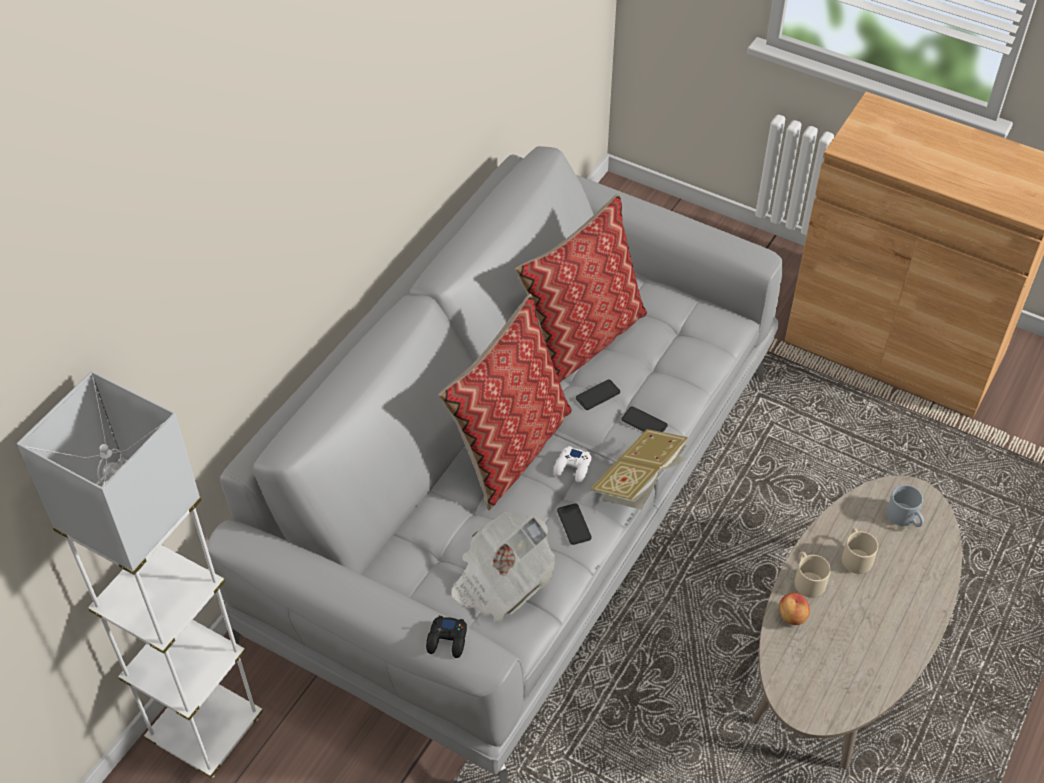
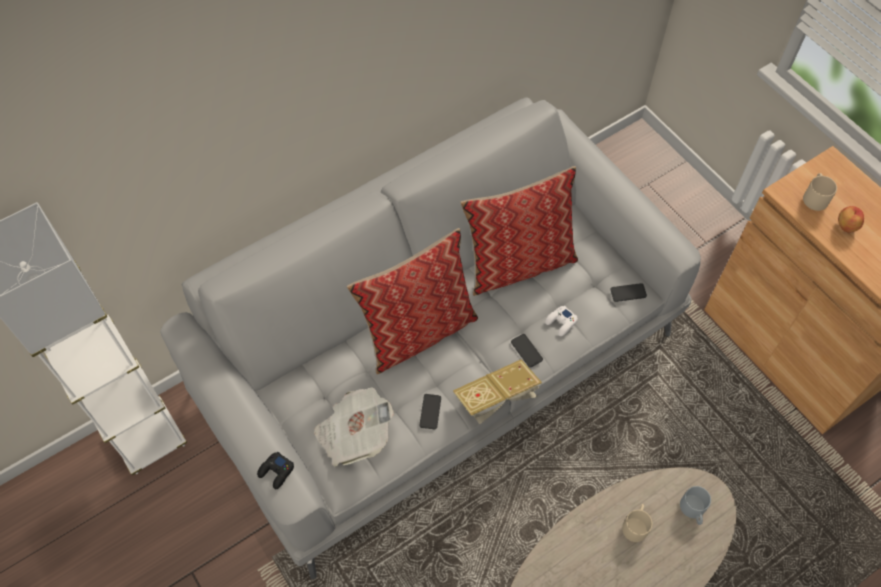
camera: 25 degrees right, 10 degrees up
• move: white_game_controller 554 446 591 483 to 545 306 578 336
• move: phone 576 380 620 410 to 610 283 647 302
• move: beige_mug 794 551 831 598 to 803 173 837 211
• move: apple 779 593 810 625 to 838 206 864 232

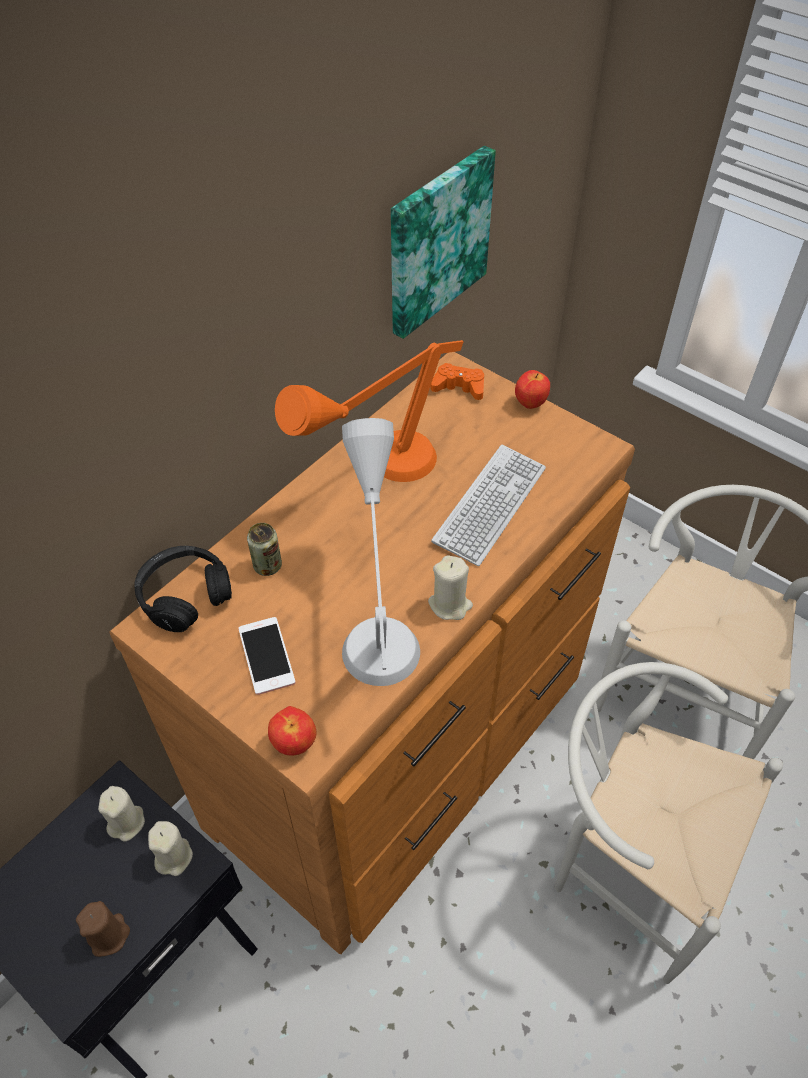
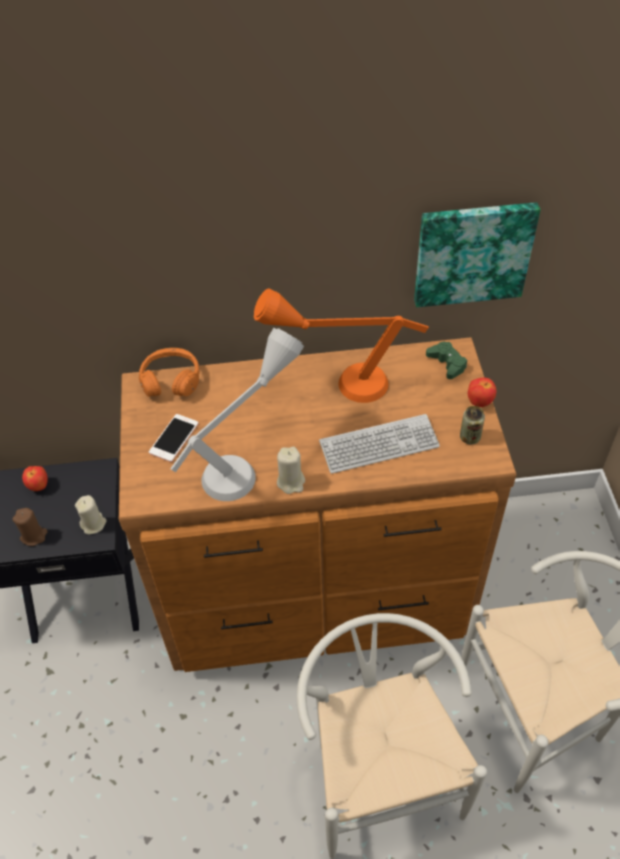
camera: 45 degrees right, 0 degrees up
• move: apple 268 706 317 756 to 22 466 48 491
• recolor: black_headphones 134 546 232 632 to orange_headphones 139 348 199 397
• recolor: orange_game_controller 430 363 484 400 to green_game_controller 426 342 467 379
• move: can 247 523 282 576 to 460 406 485 445
• delete: beige_candle 98 786 145 841

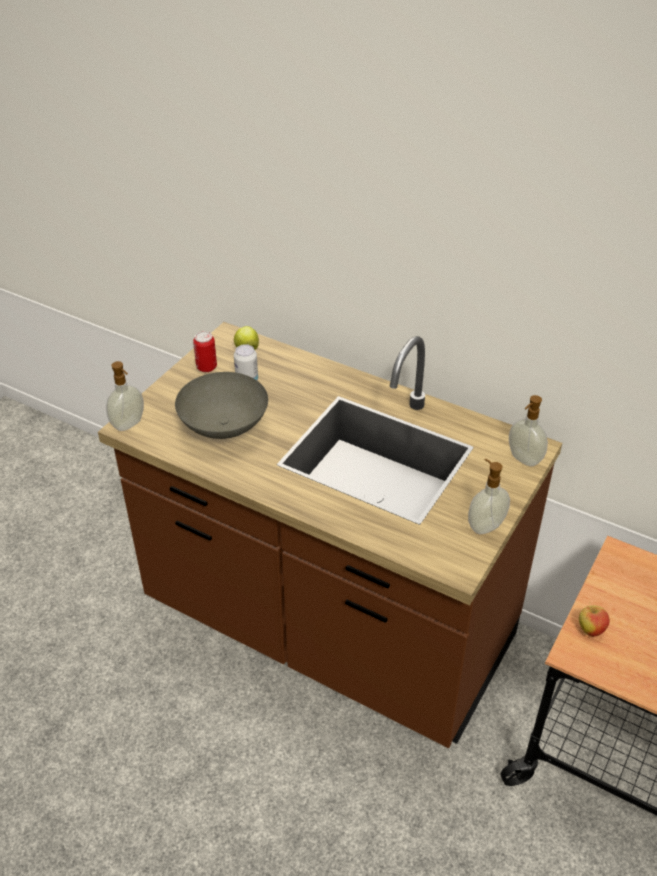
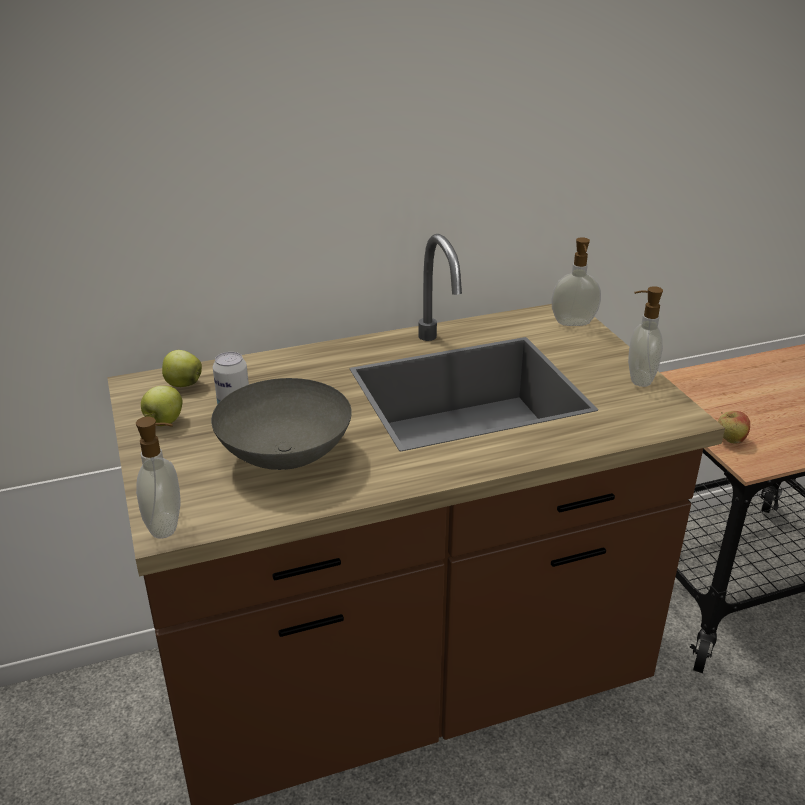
camera: 50 degrees left, 10 degrees down
• replace: can 193 331 217 372 to apple 141 386 183 426

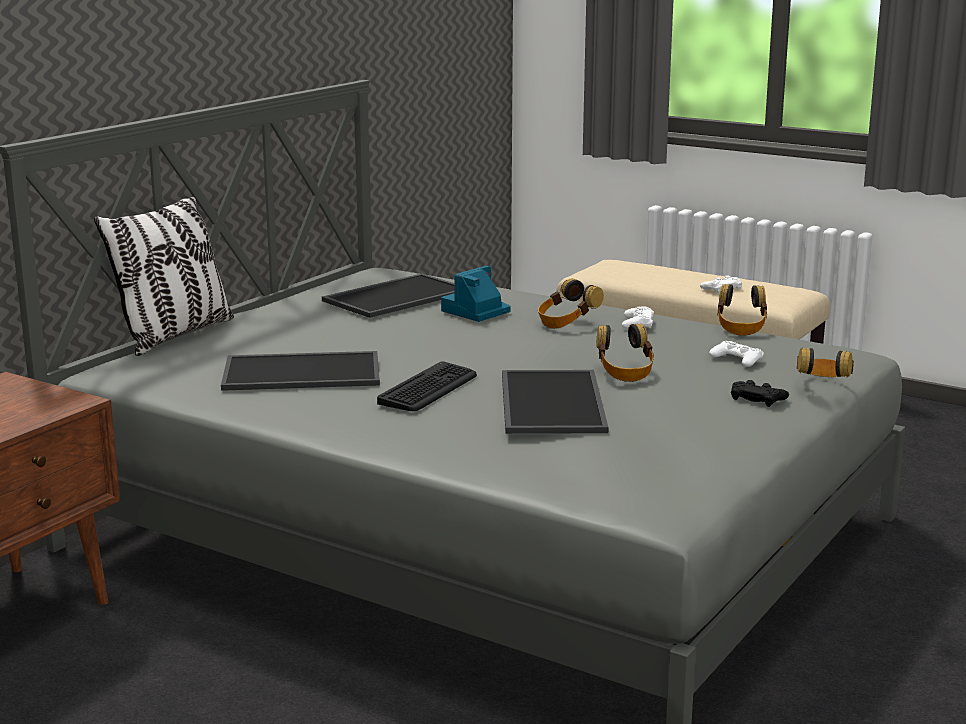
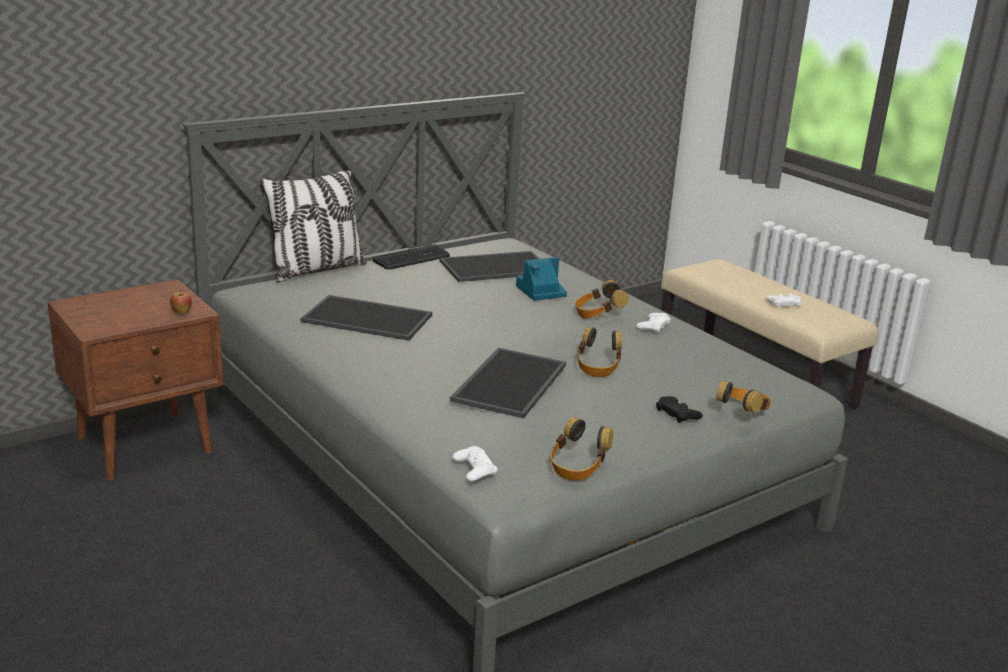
camera: 20 degrees right, 5 degrees up
• insert: apple 170 291 192 314
• move: keyboard 377 361 477 411 to 373 244 450 269
• move: white_game_controller 709 341 764 367 to 453 446 497 481
• move: headphones 717 284 767 336 to 551 417 613 481

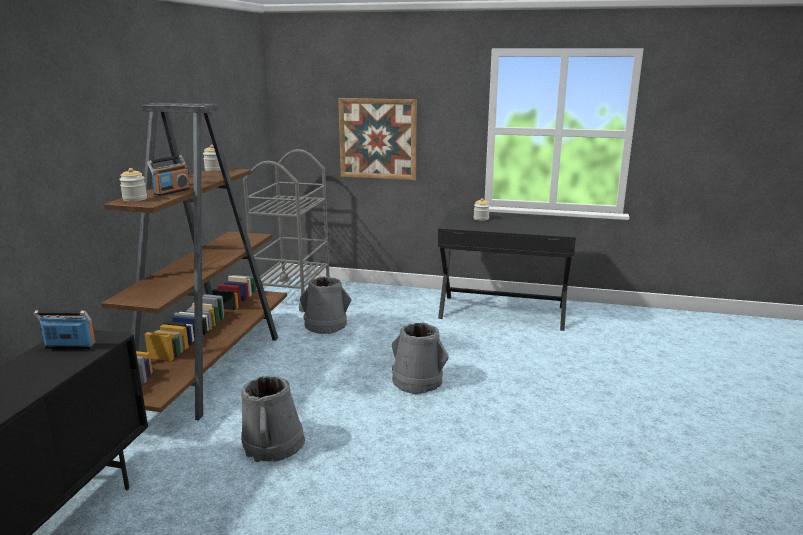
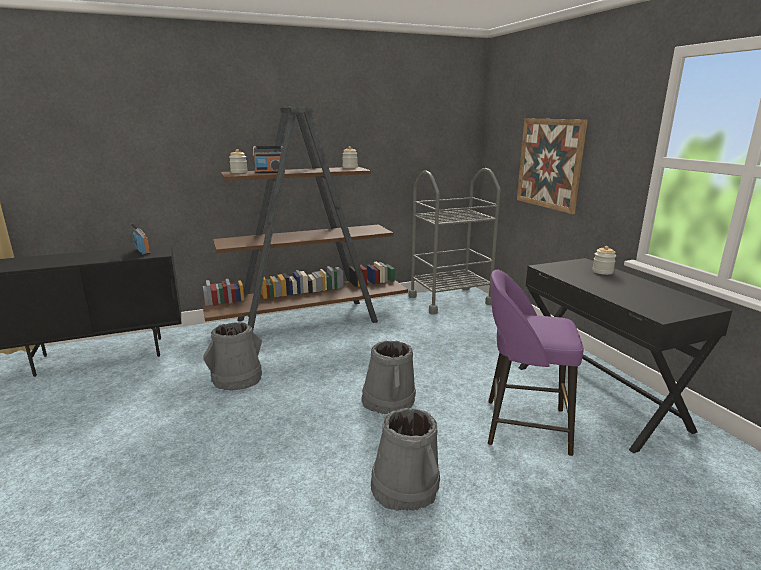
camera: 55 degrees right, 0 degrees up
• move: grey_bucket 300 276 352 334 to 371 408 440 511
• insert: purple_stool 488 270 583 456

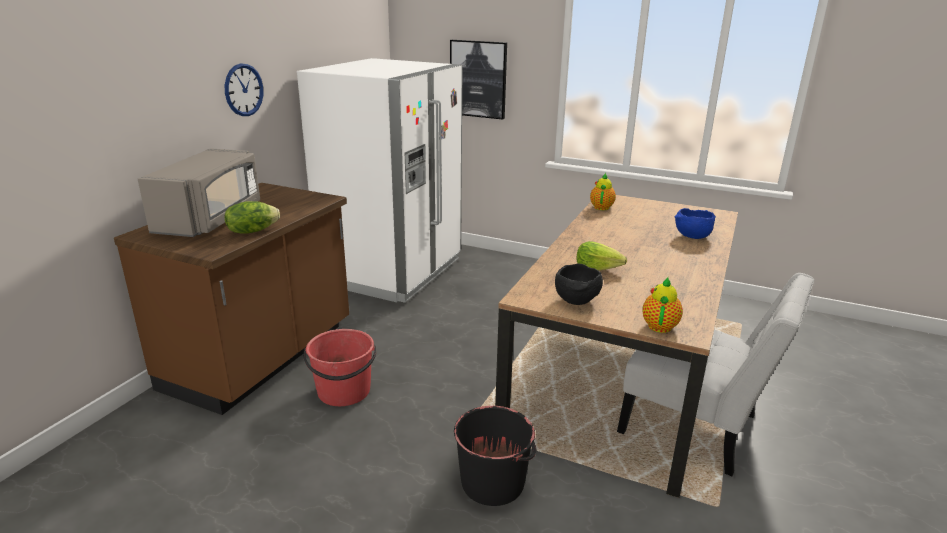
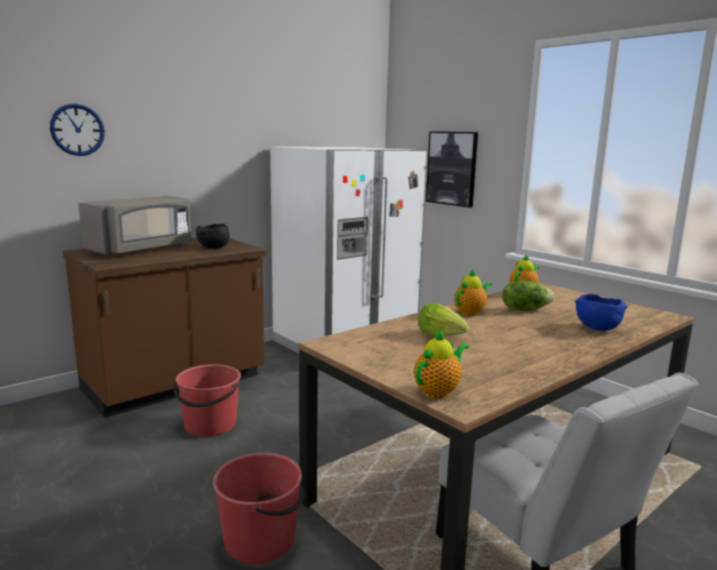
camera: 25 degrees right, 10 degrees down
• move: wall_clock 225 63 263 116 to 50 104 105 156
• move: black_bowl 555 263 603 305 to 196 224 230 249
• recolor: black_bucket 454 406 536 506 to red_bucket 213 453 304 564
• insert: teapot 454 269 492 316
• move: lettuce 224 201 280 234 to 502 280 554 311

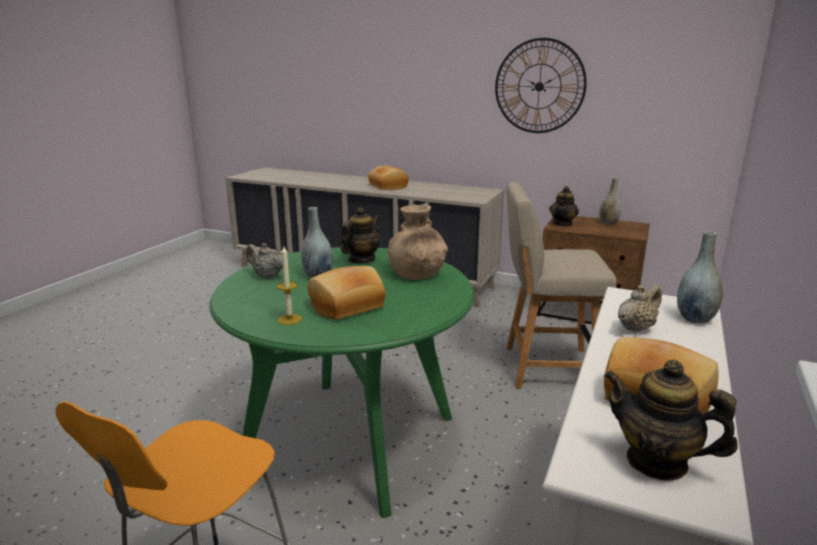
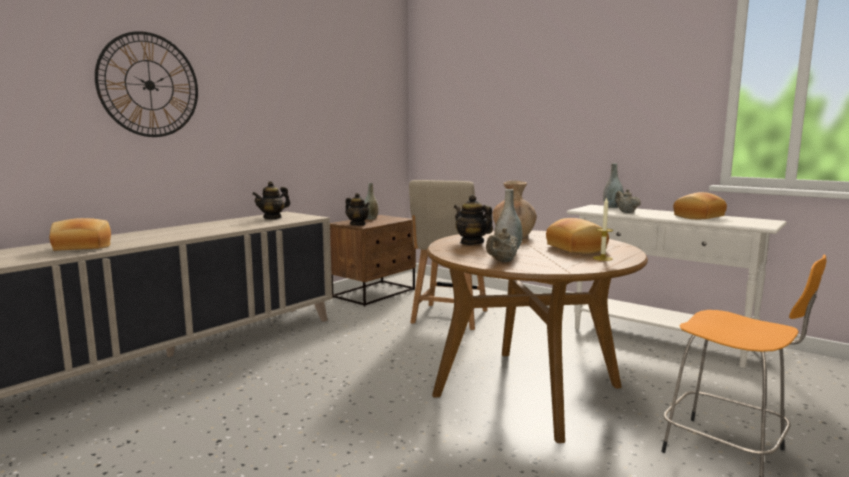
camera: 75 degrees left, 10 degrees down
• move: bread 368 166 409 190 to 50 218 111 251
• move: wall_clock 495 38 587 133 to 95 31 198 137
• move: teapot 604 360 738 481 to 252 181 290 219
• recolor: green_dining_table 210 247 474 518 to brown_dining_table 427 230 648 443

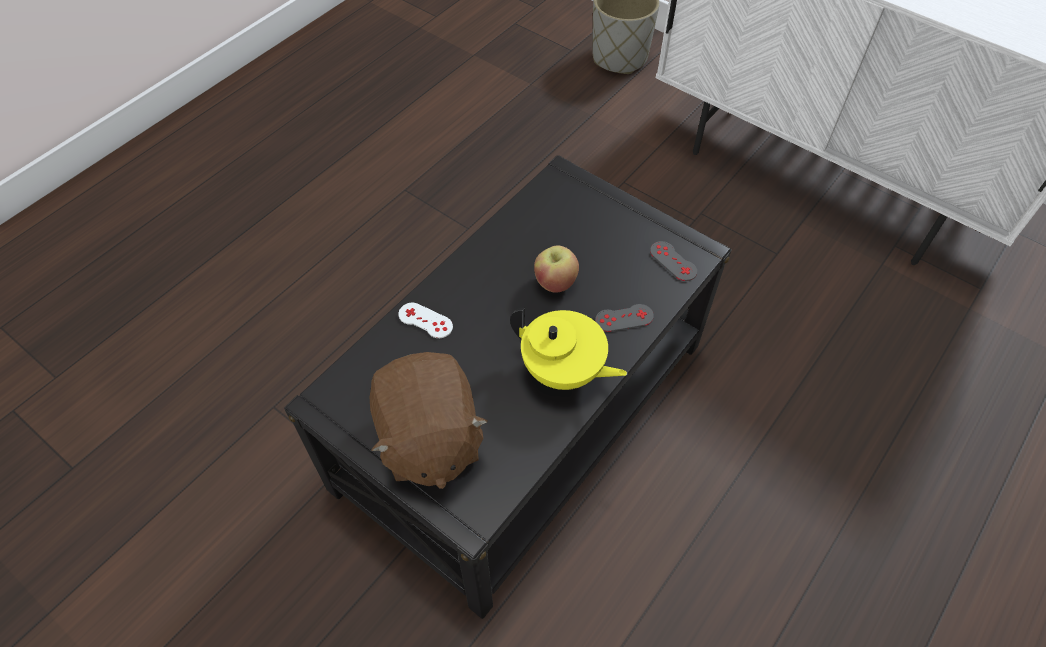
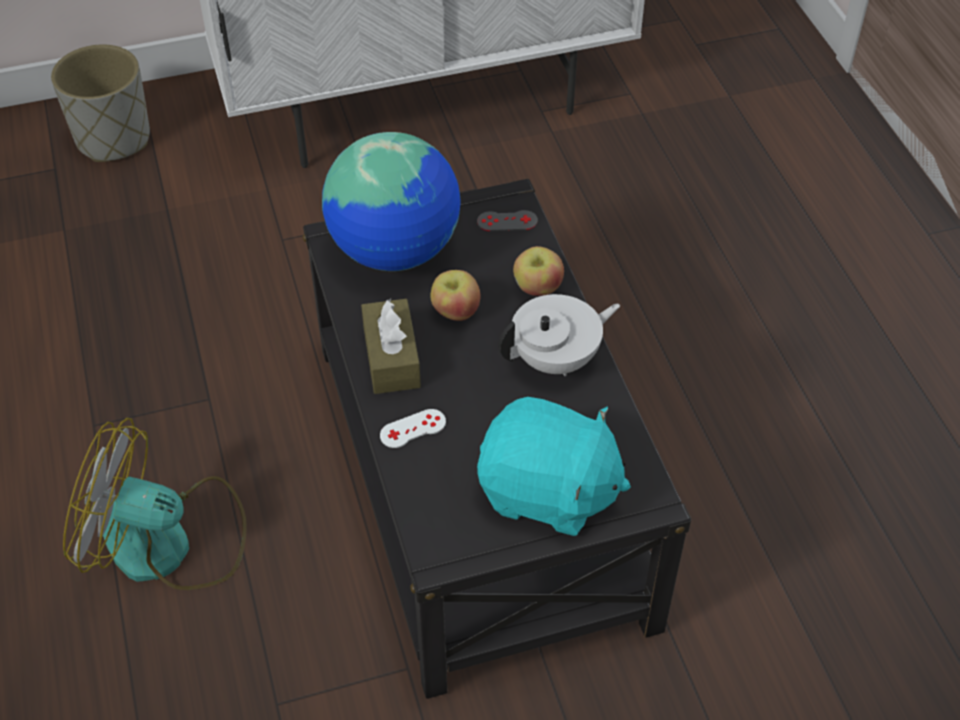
camera: 55 degrees left, 5 degrees down
• insert: fan 63 418 247 590
• insert: globe 322 132 461 271
• insert: brown_tissue_box 361 299 421 394
• recolor: brown_plush_toy 370 352 488 489 to turquoise_plush_toy 477 397 631 536
• recolor: yellow_teapot 510 307 627 390 to white_teapot 498 294 620 376
• replace: grey_game_controller 595 304 654 332 to apple 513 246 564 296

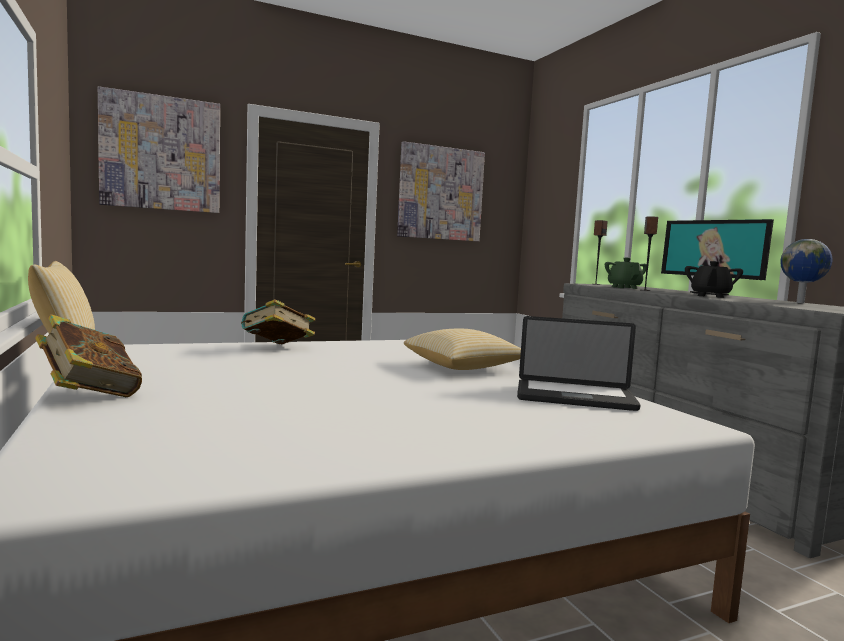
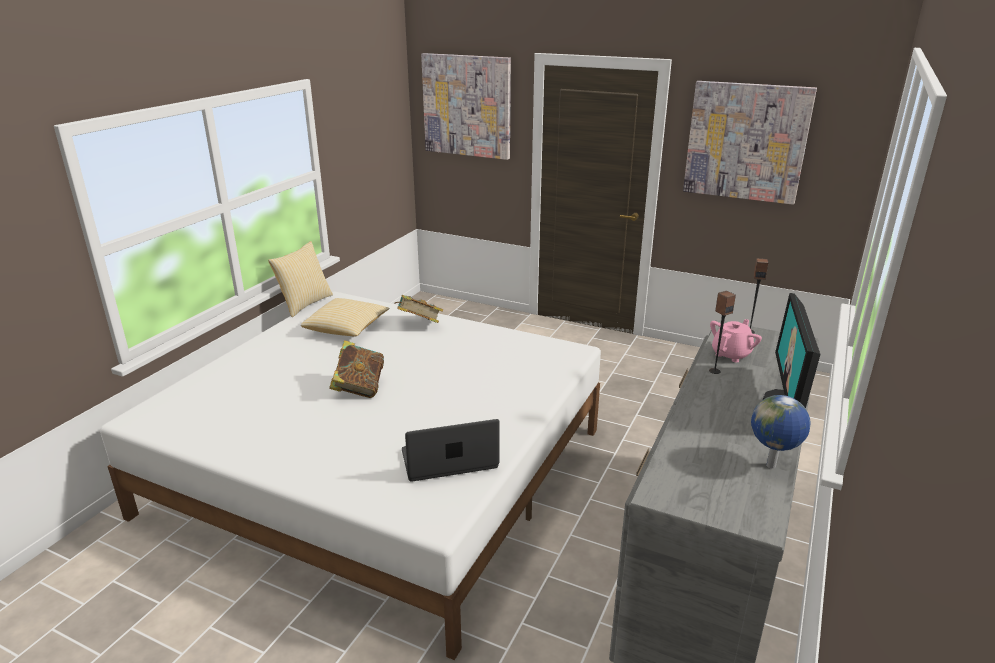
camera: 50 degrees right, 20 degrees up
• move: pillow 404 329 521 370 to 301 298 389 337
• move: book 35 314 142 397 to 329 340 384 398
• rotate: laptop 517 316 641 411 = 402 419 500 482 105 degrees clockwise
• recolor: green_teapot 605 258 647 289 to pink_teapot 710 319 762 362
• delete: black_teapot 685 261 743 298

